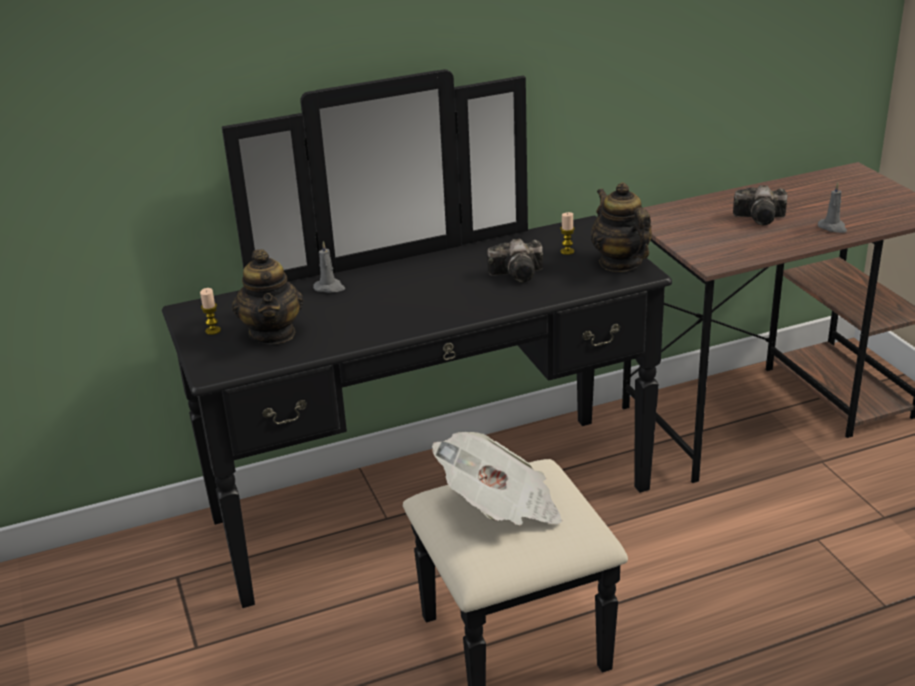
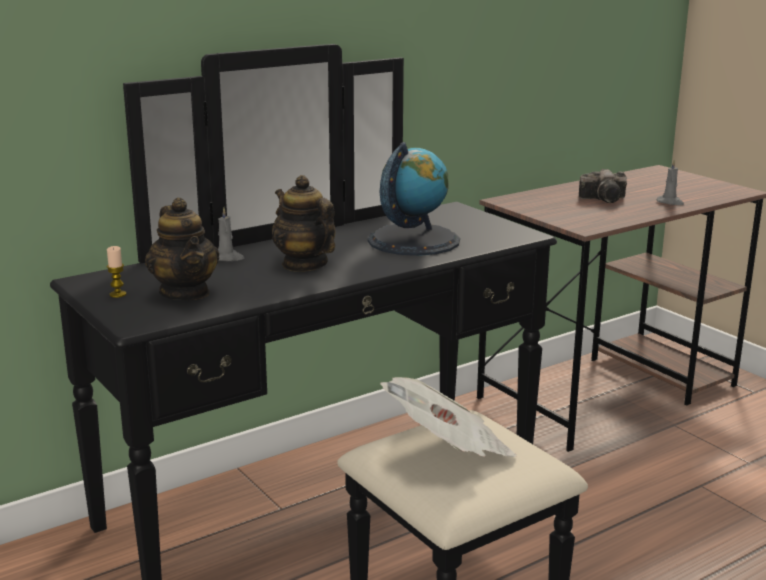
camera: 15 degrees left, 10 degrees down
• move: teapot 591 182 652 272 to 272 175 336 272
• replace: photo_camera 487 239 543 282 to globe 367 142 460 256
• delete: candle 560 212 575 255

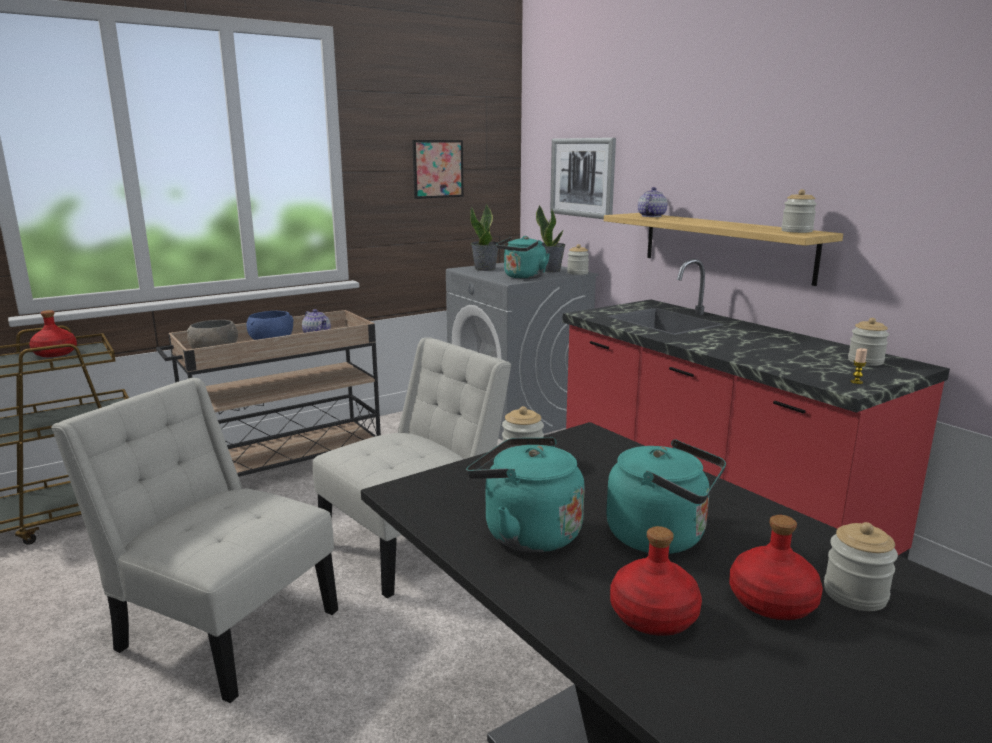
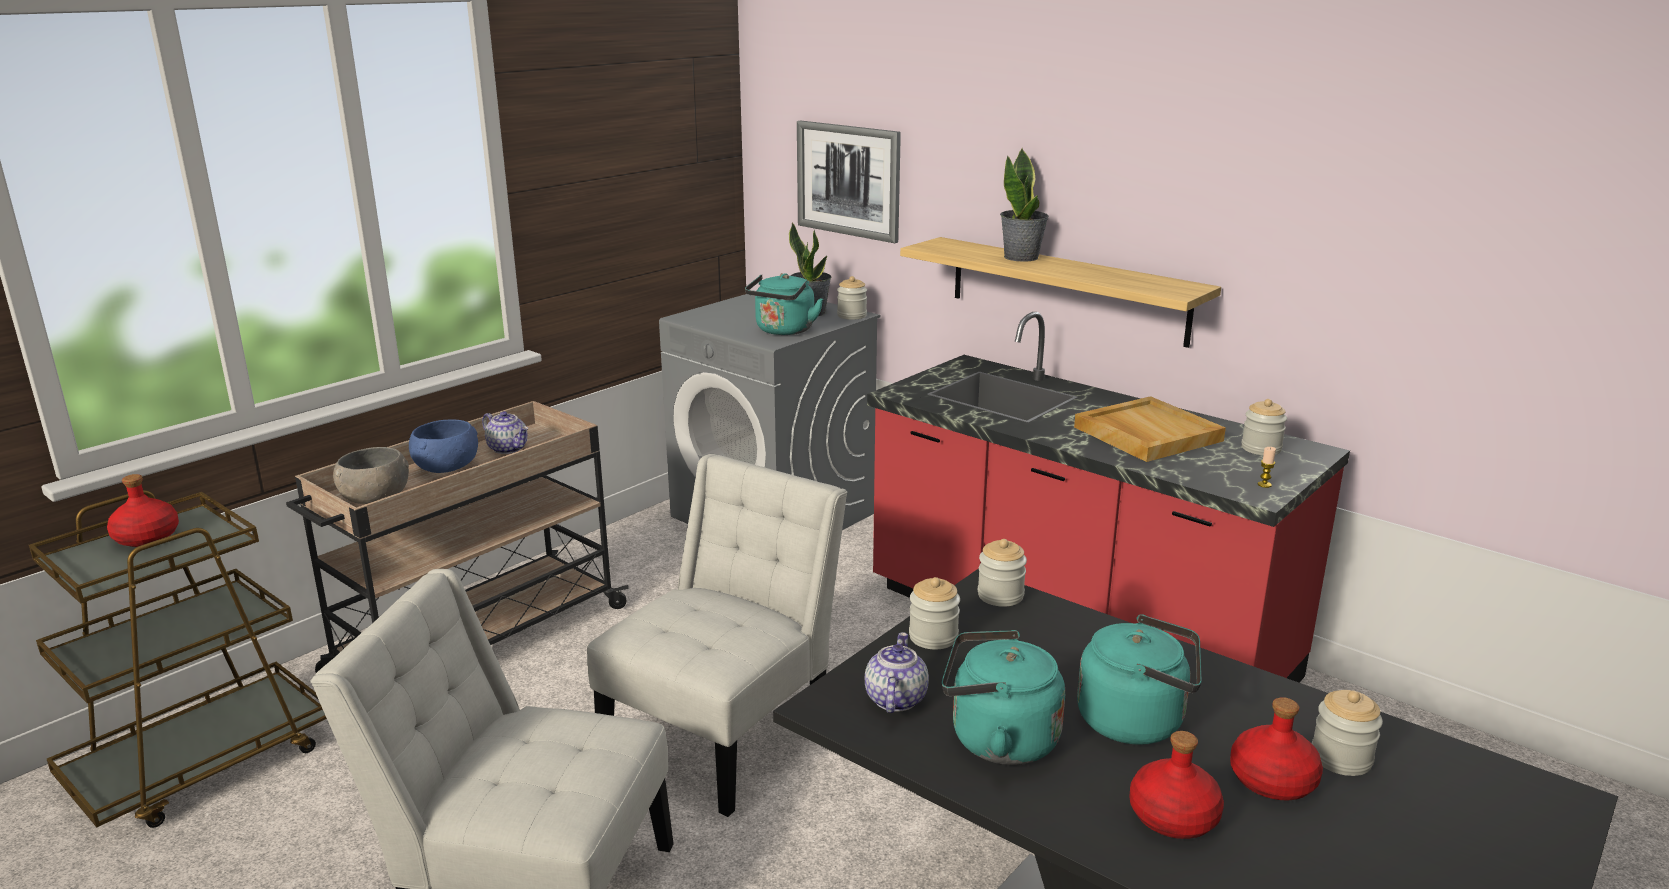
camera: 15 degrees left, 5 degrees up
• move: teapot 638 187 667 217 to 865 632 929 713
• move: jar 781 189 817 233 to 978 539 1027 607
• move: potted_plant 470 203 499 271 to 1000 149 1049 262
• insert: beige_tray 1074 396 1226 462
• delete: picture 412 140 464 199

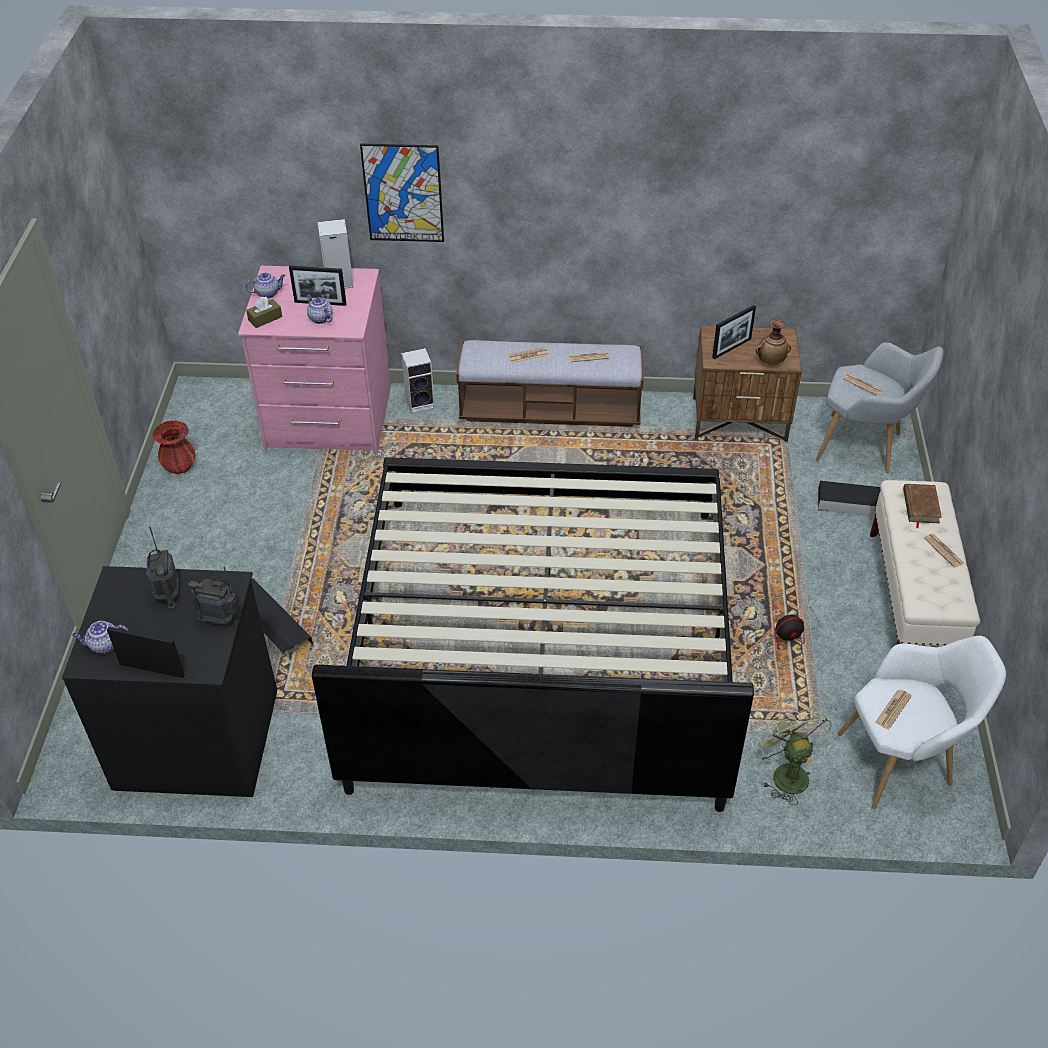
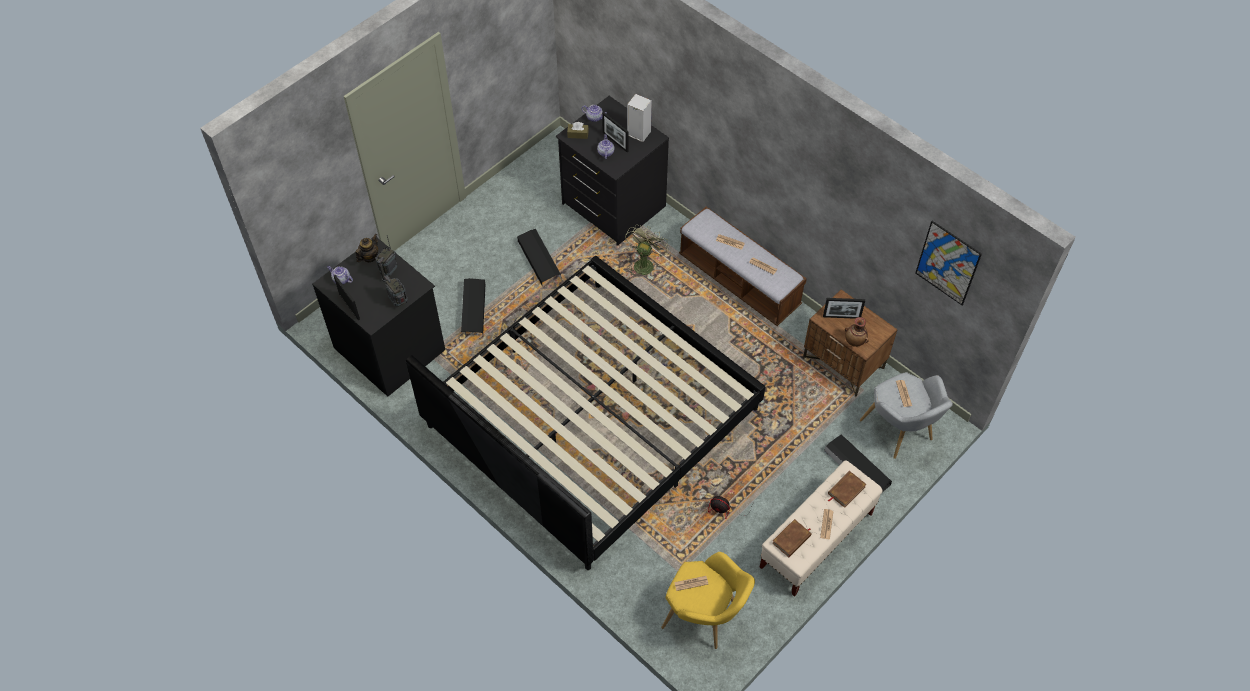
camera: 40 degrees right, 10 degrees up
• insert: teapot 356 234 378 262
• insert: black_storage_box 517 229 561 287
• recolor: pink_dresser 238 266 391 453 to black_dresser 556 96 669 246
• move: green_fan 751 706 832 805 to 625 225 669 277
• recolor: white_armchair 837 636 1006 809 to yellow_armchair 661 552 755 649
• insert: brown_book 772 519 812 557
• move: picture 360 144 444 242 to 915 221 982 305
• delete: red_vase 152 420 195 474
• delete: speaker 401 348 435 413

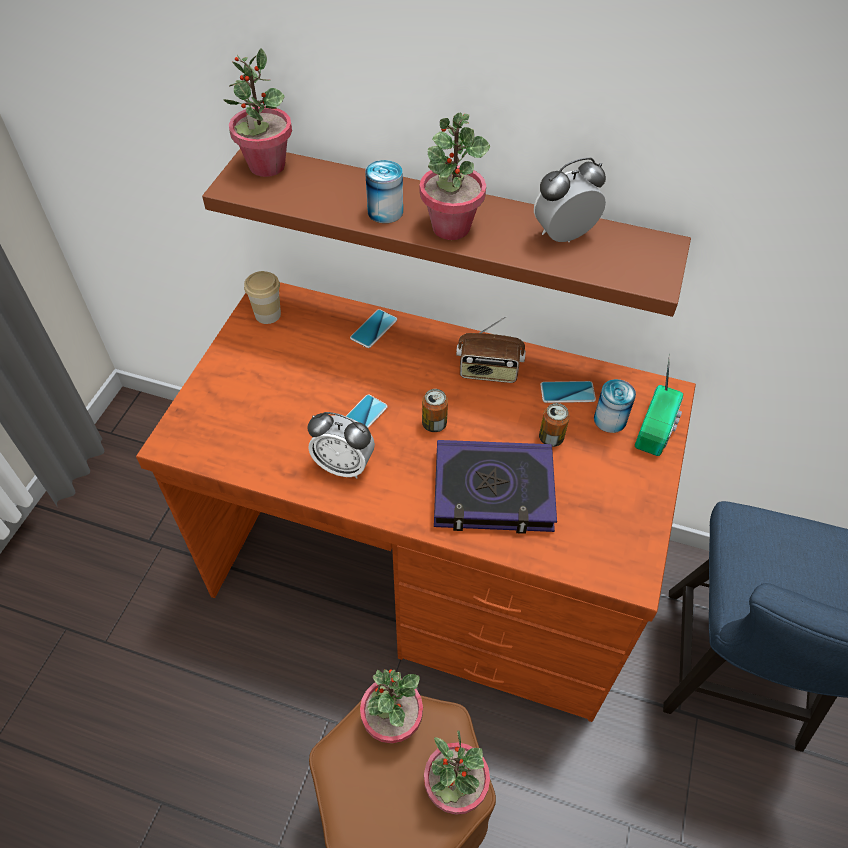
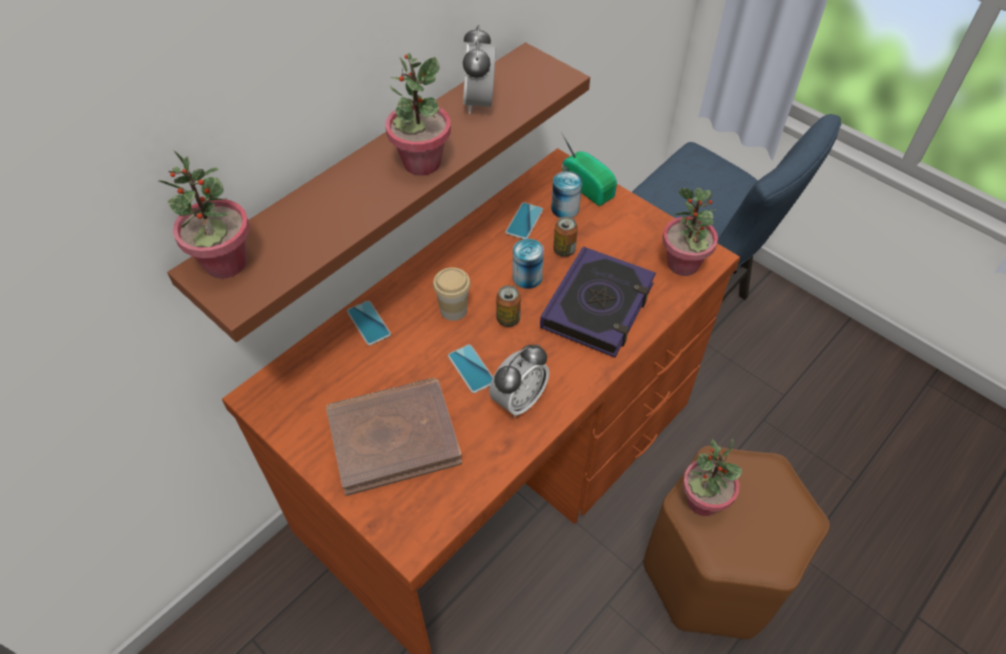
camera: 65 degrees left, 0 degrees up
• insert: brown_book 326 378 462 496
• move: cup 244 271 281 324 to 433 267 471 321
• move: can 365 160 403 223 to 512 239 544 289
• move: potted_plant 424 730 490 815 to 662 188 718 276
• delete: radio 456 316 526 383

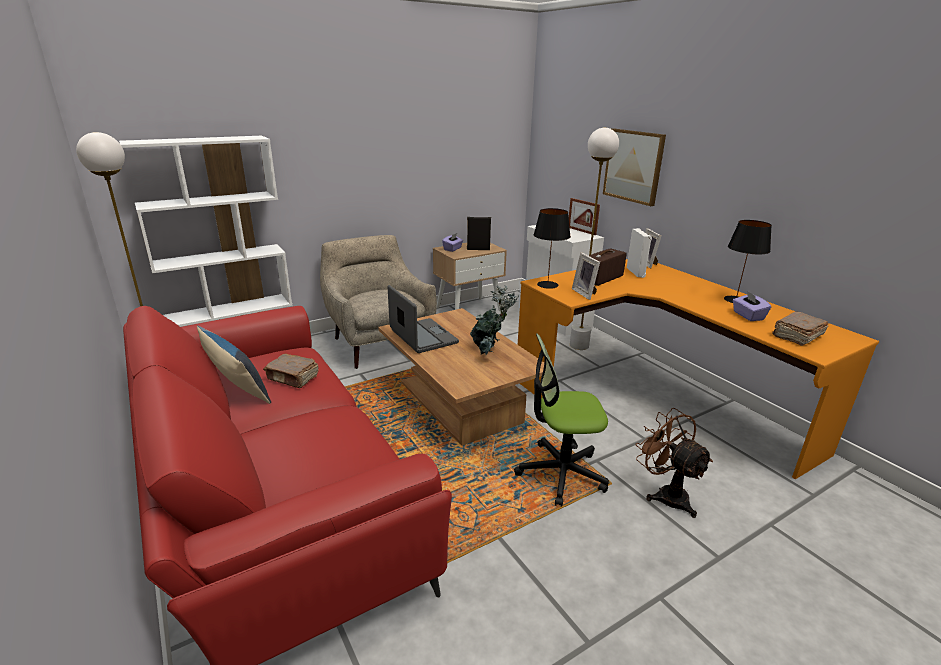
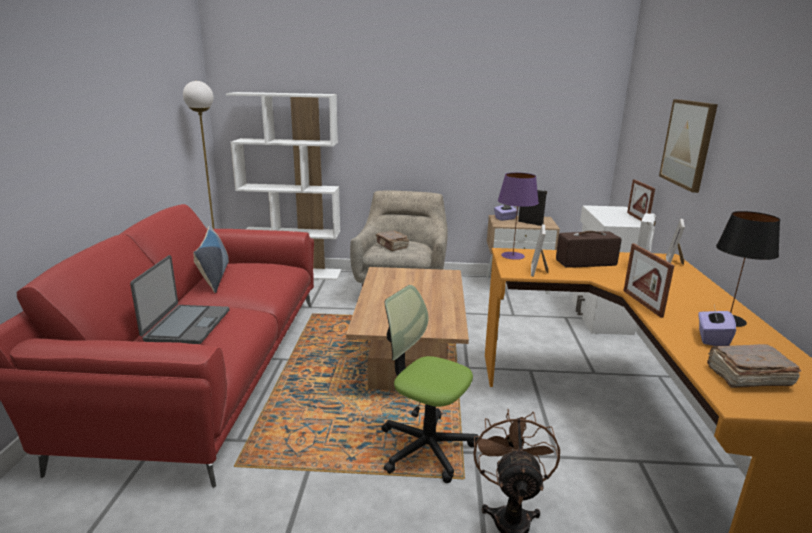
camera: 35 degrees right, 5 degrees down
• move: laptop 388 285 459 353 to 130 255 230 344
• move: brown_book 263 353 318 388 to 376 231 409 251
• recolor: black_table_lamp 534 208 571 289 to purple_table_lamp 498 172 539 260
• insert: picture_frame 623 244 675 318
• delete: potted_plant 470 285 519 355
• delete: white_floor_lamp 570 128 619 350

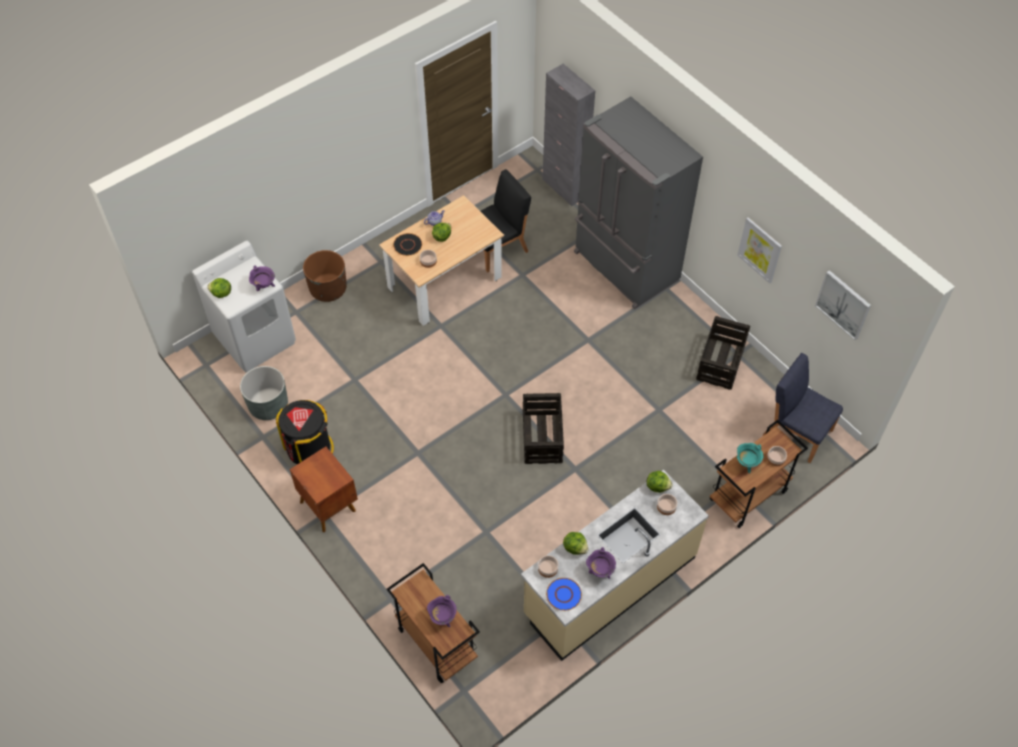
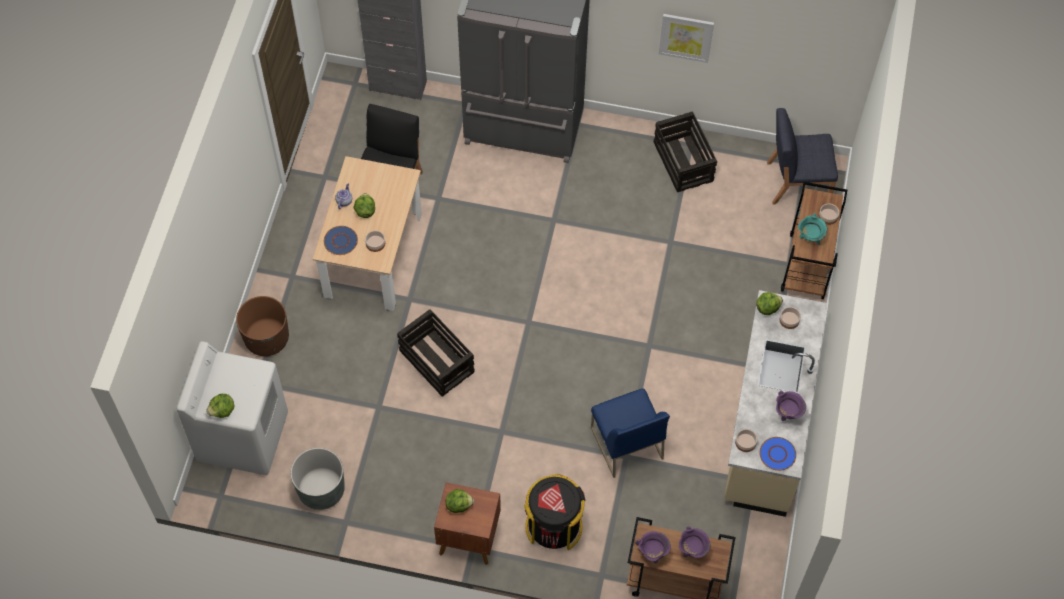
camera: 40 degrees left, 5 degrees up
• recolor: black_plate 393 233 422 256 to blue_plate 324 226 358 255
• move: crate 523 393 564 464 to 397 309 475 396
• move: lettuce 563 532 588 555 to 446 489 474 513
• move: black_trash_can 275 400 334 464 to 524 474 586 550
• insert: blue_chair 591 388 670 478
• move: purple_cooking_pot 249 265 275 291 to 636 531 671 563
• delete: picture 815 270 871 340

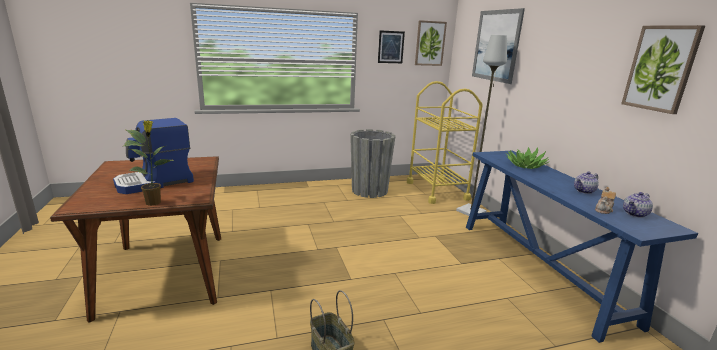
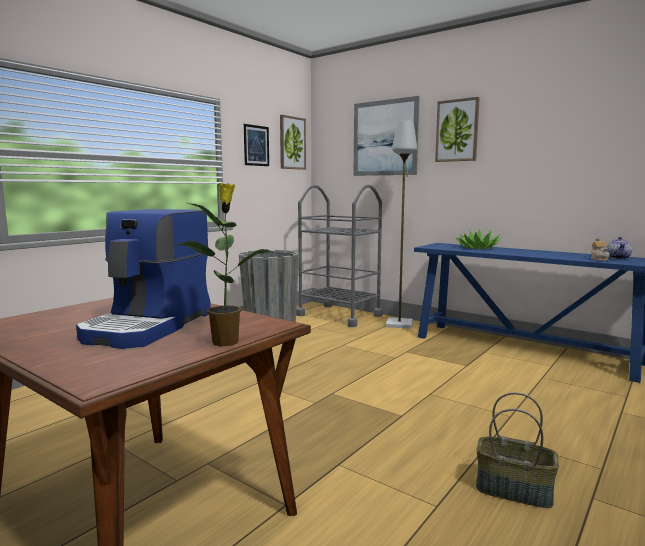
camera: 35 degrees left, 10 degrees down
• recolor: yellow_cart 407 81 483 204 to grey_cart 296 184 383 327
• move: picture 621 25 705 114 to 435 97 480 162
• delete: teapot 574 172 599 194

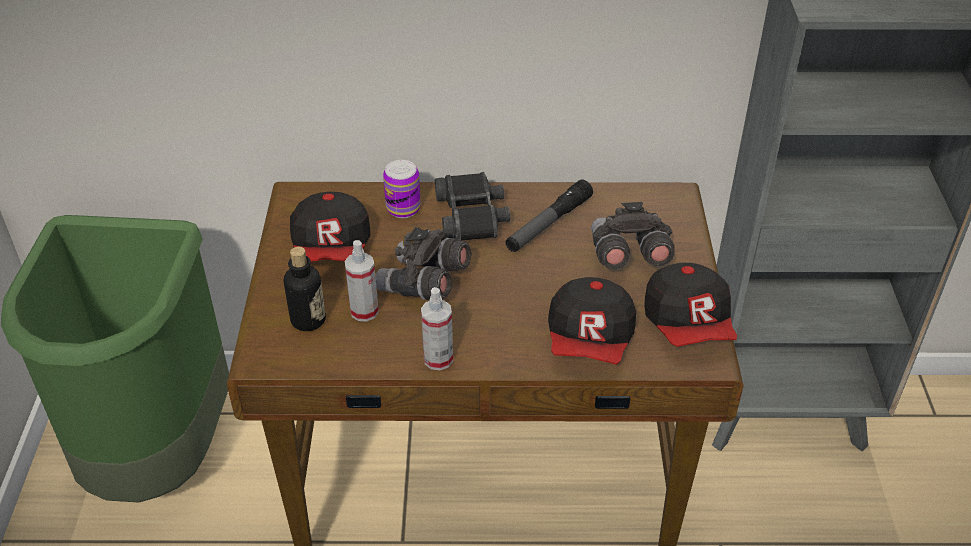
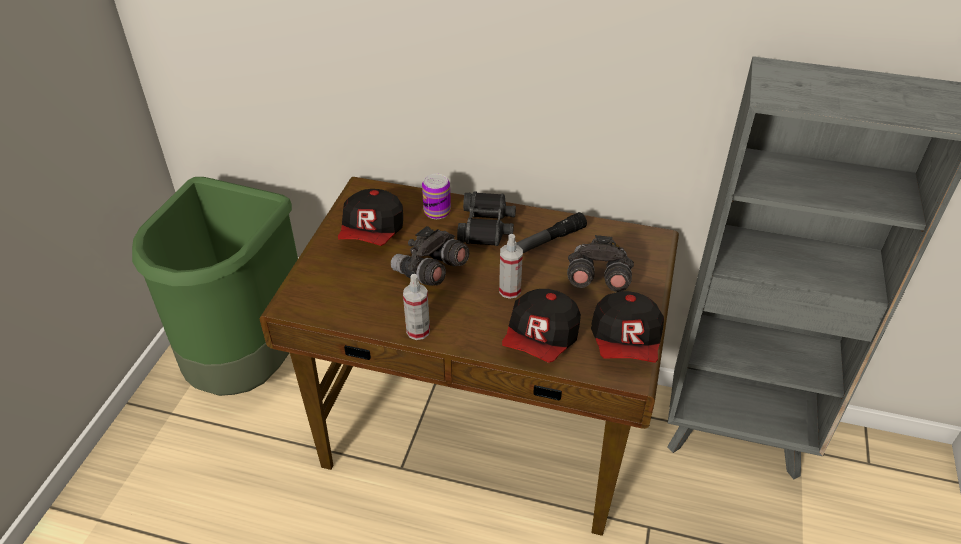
camera: 15 degrees right, 0 degrees up
• move: spray_bottle 345 240 379 322 to 499 234 523 299
• delete: bottle 284 247 326 331

